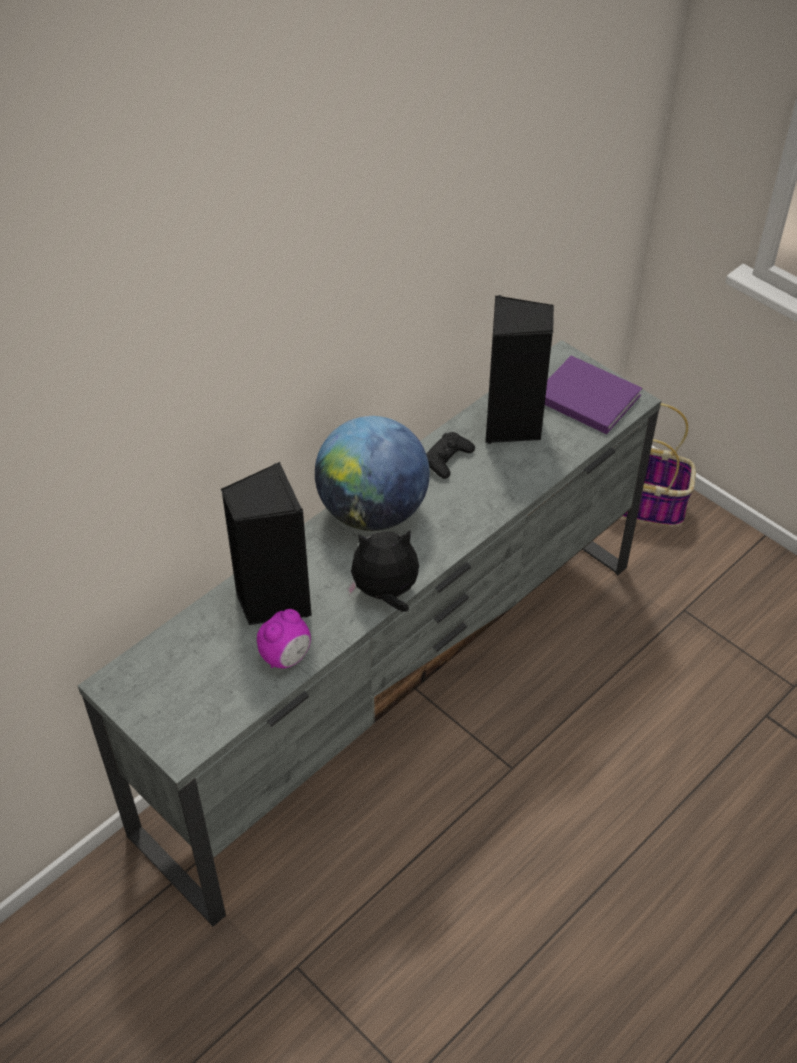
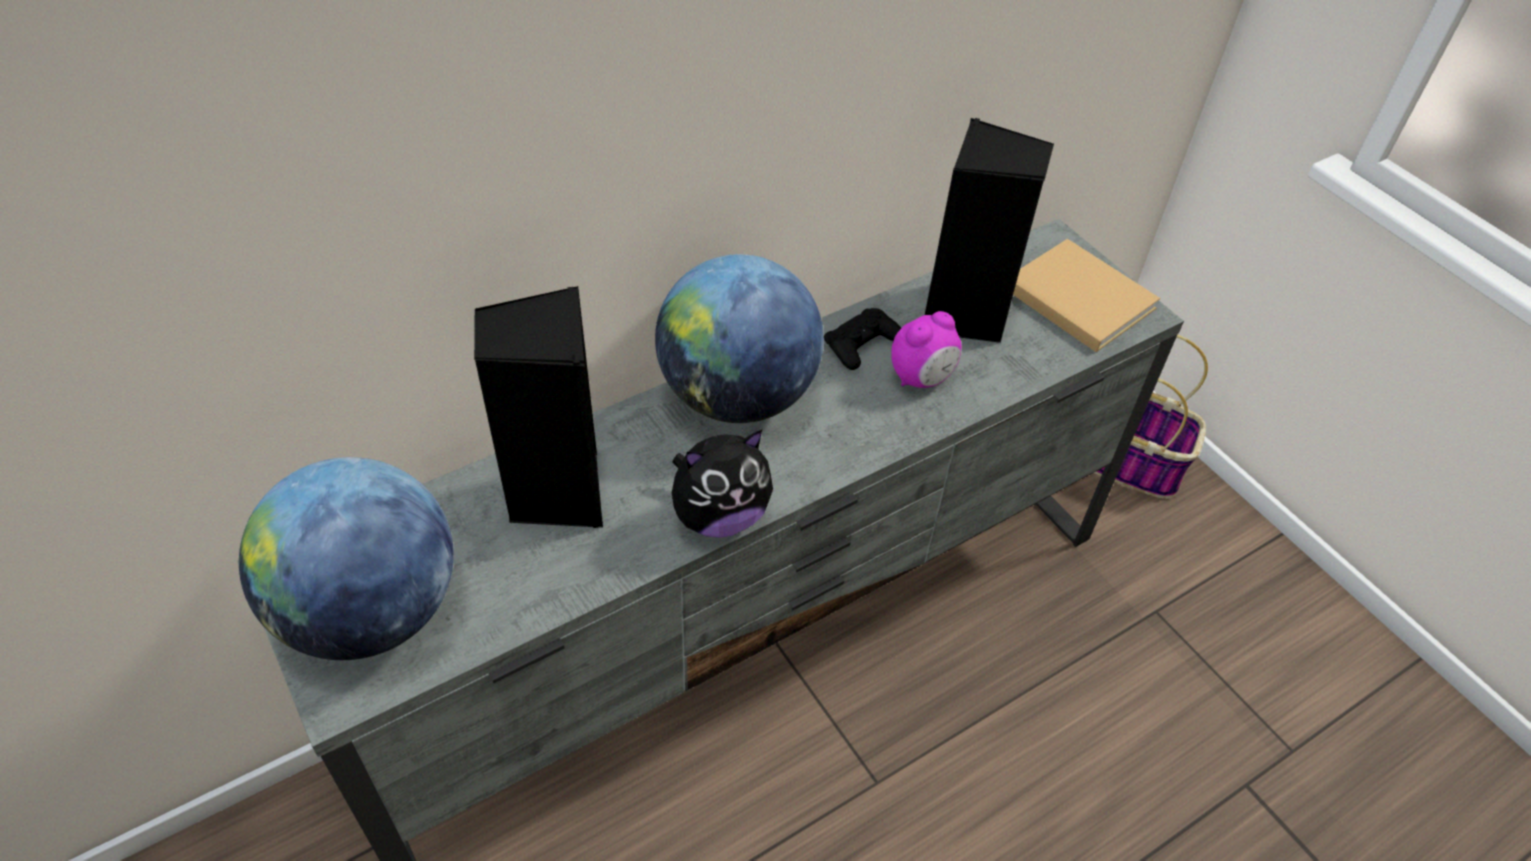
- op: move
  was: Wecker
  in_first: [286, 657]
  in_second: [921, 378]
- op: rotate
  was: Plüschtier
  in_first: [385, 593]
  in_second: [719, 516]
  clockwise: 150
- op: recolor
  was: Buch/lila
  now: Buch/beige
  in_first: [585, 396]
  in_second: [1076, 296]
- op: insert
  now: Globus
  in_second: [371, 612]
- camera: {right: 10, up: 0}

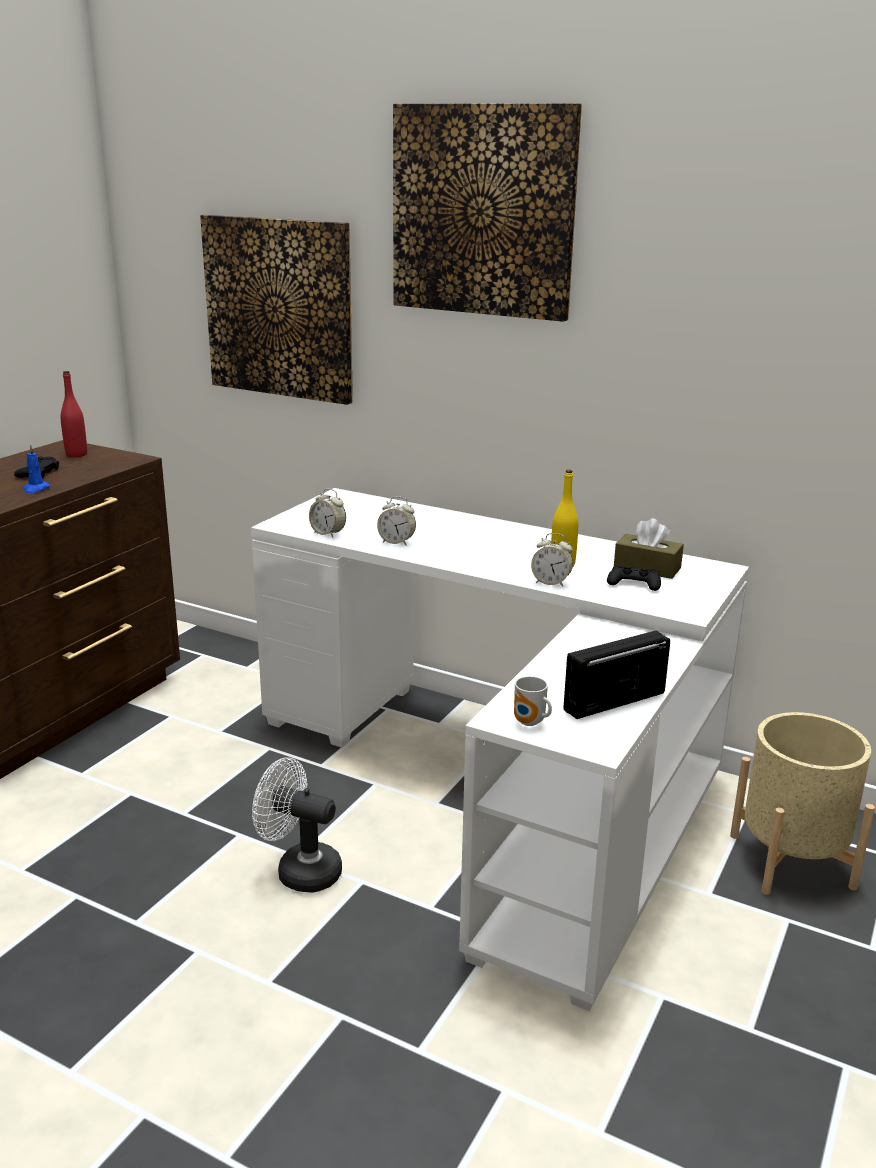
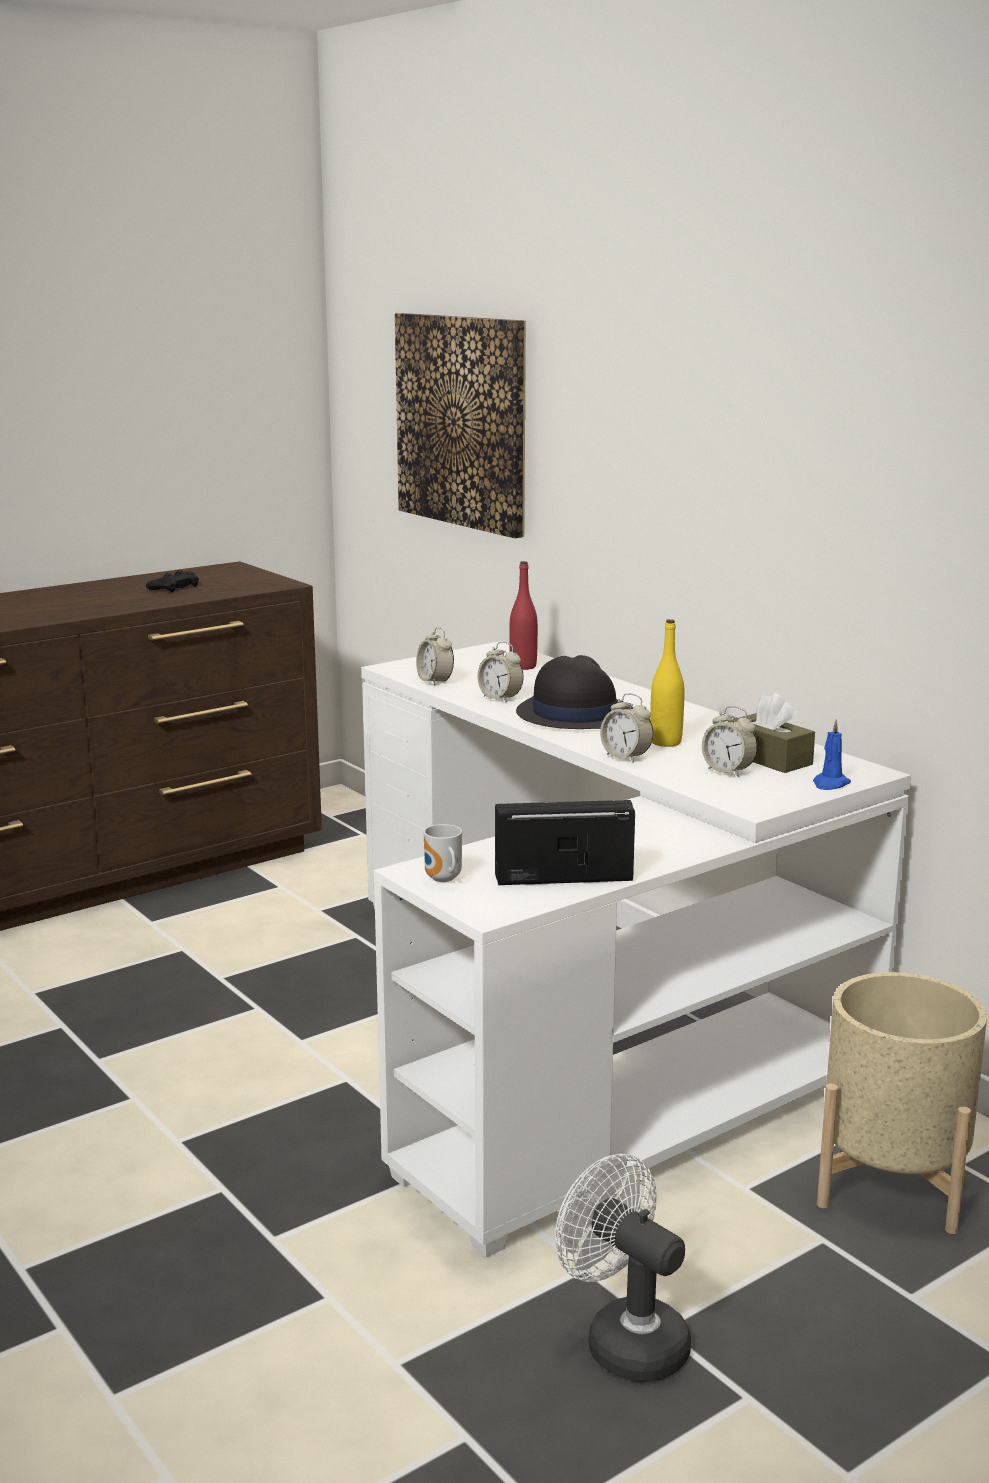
- op: move
  was: Kerze/blau
  in_first: [36, 489]
  in_second: [830, 784]
- op: move
  was: Flasche/rot
  in_first: [76, 454]
  in_second: [523, 666]
- op: move
  was: Ventilator/weiß
  in_first: [299, 870]
  in_second: [624, 1339]
- op: delete
  was: Bild
  in_first: [483, 211]
- op: replace
  was: Gamepad/schwarz
  now: Wecker
  in_first: [634, 583]
  in_second: [728, 771]
- op: insert
  now: Hut/schwarz
  in_second: [574, 714]
- camera: {right: 25, up: -5}

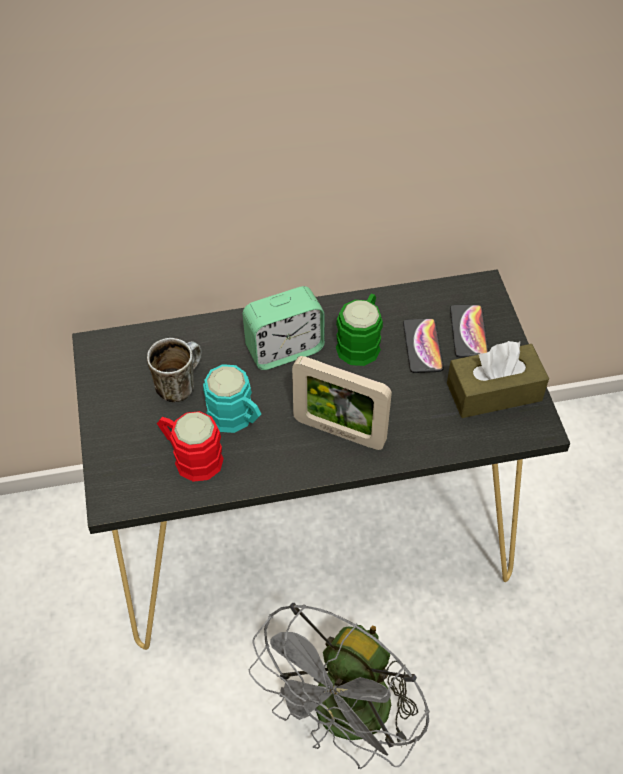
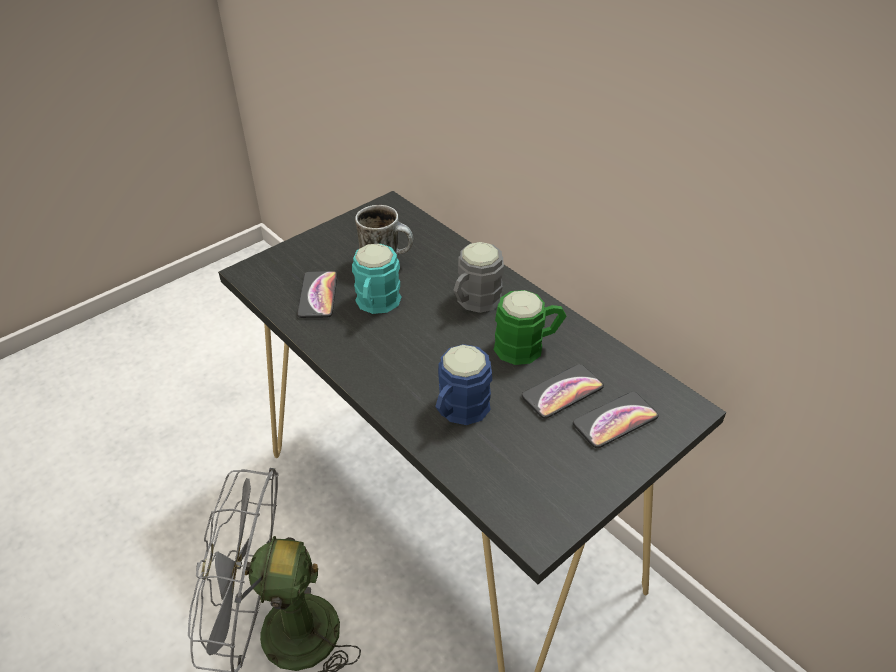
- op: replace
  was: Henkelbecher/rot
  now: Handy
  in_first: [191, 456]
  in_second: [318, 295]
- op: replace
  was: Wecker
  now: Henkelbecher/grau
  in_first: [284, 349]
  in_second: [474, 302]
- op: delete
  was: Bilderrahmen
  in_first: [339, 432]
- op: delete
  was: Taschentuchbox/braun
  in_first: [494, 392]
- op: insert
  now: Henkelbecher/blau
  in_second: [458, 411]
- camera: {right: 60, up: -10}

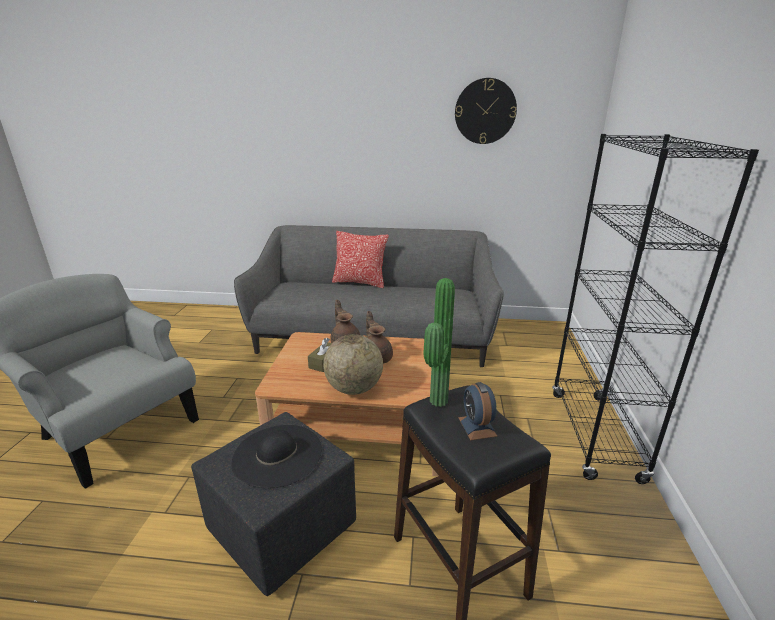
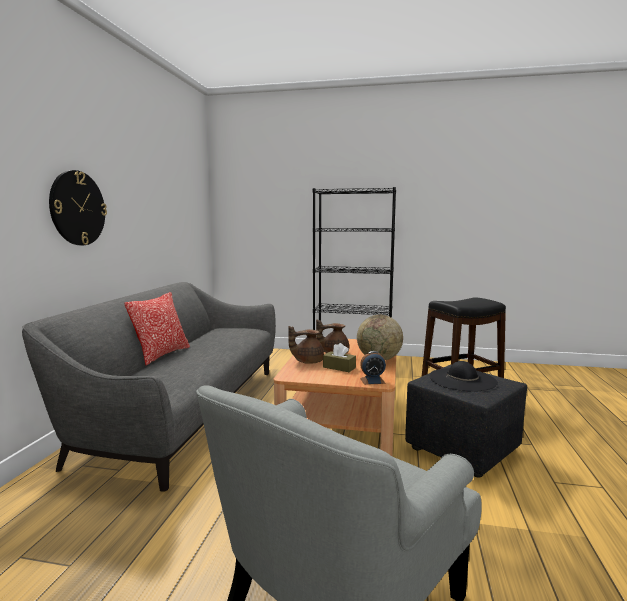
- op: delete
  was: Topfpflanze
  in_first: [435, 401]
- op: move
  was: Wanduhr
  in_first: [485, 111]
  in_second: [77, 208]
- op: move
  was: Wecker
  in_first: [477, 426]
  in_second: [372, 381]
- camera: {right: -85, up: -15}

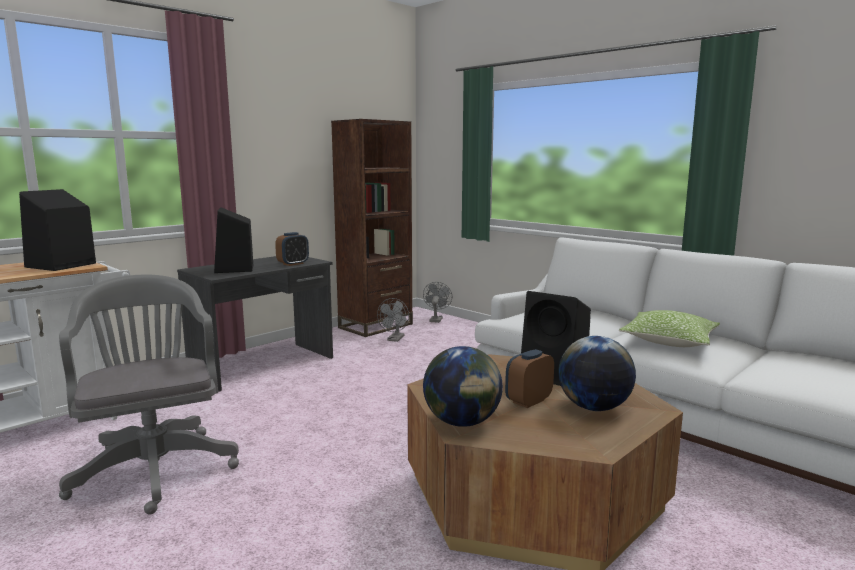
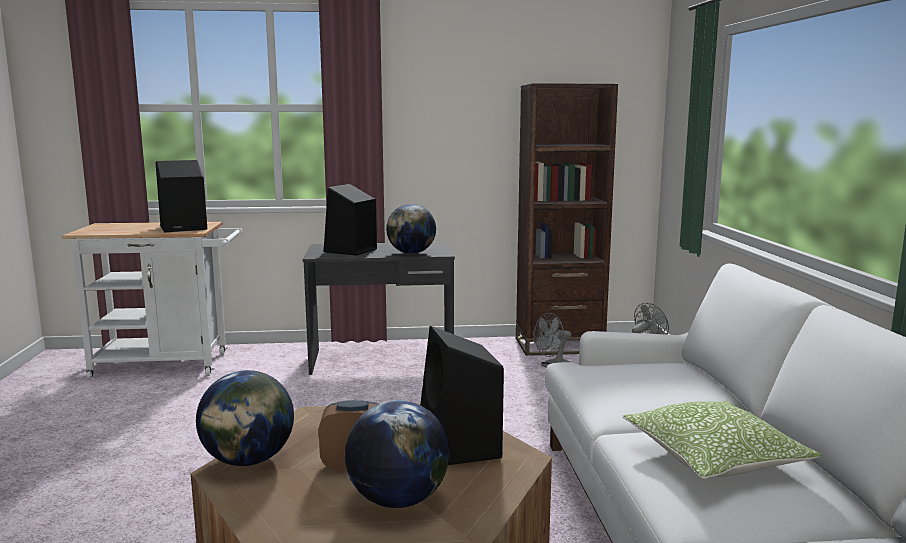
- op: delete
  was: Bürostuhl/grau
  in_first: [154, 466]
- op: replace
  was: Wecker
  now: Globus
  in_first: [293, 264]
  in_second: [411, 253]
- camera: {right: 40, up: 0}

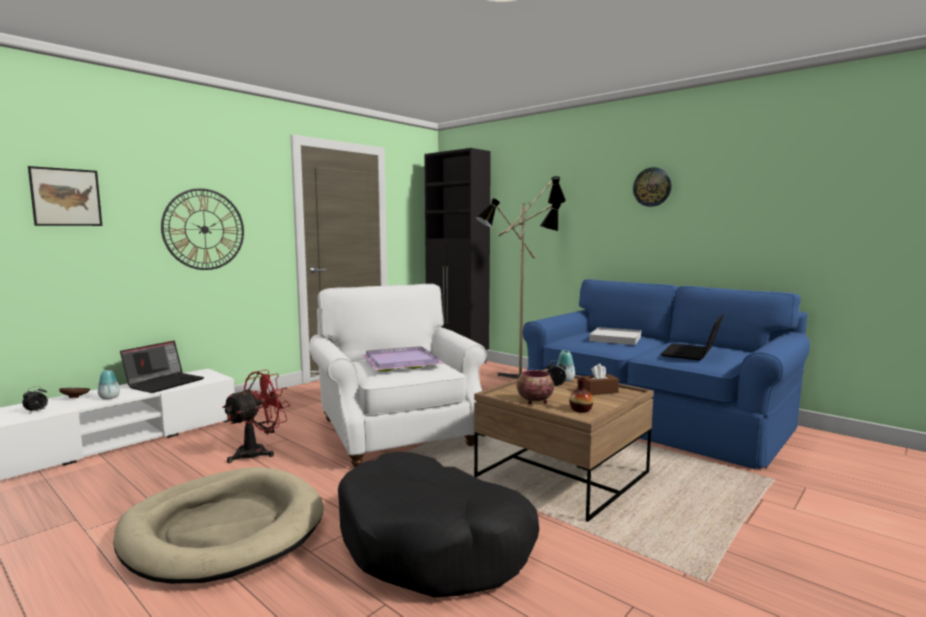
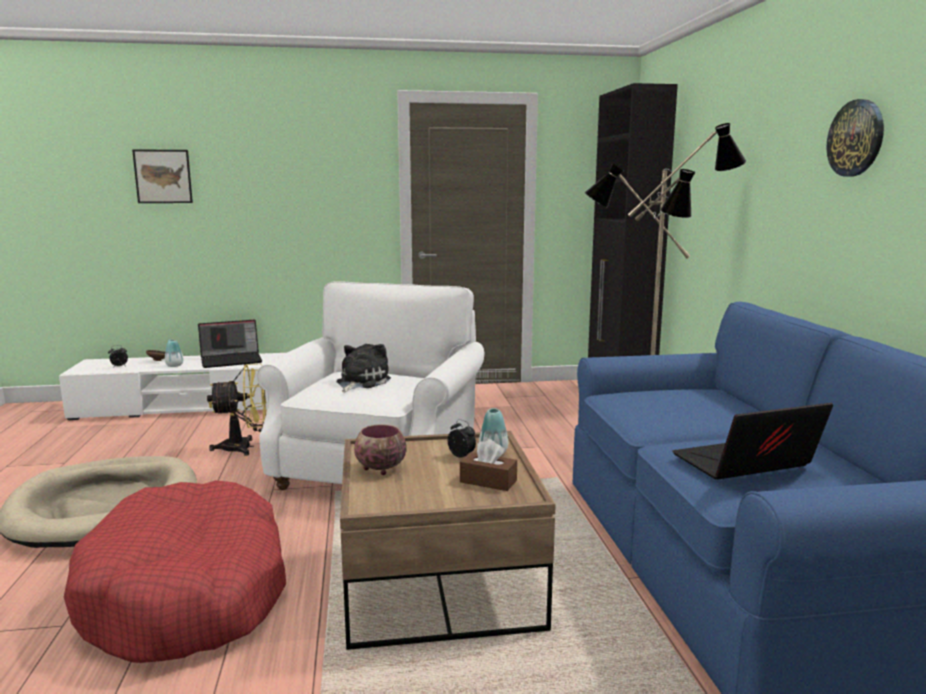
- op: delete
  was: Wanduhr
  in_first: [204, 229]
- op: recolor
  was: Ventilator/rot
  now: Ventilator/gelb
  in_first: [258, 452]
  in_second: [245, 447]
- op: recolor
  was: Hundebett/schwarz
  now: Hundebett/rot
  in_first: [433, 543]
  in_second: [188, 593]
- op: replace
  was: Tablett/lila
  now: Plüschtier
  in_first: [400, 362]
  in_second: [360, 382]
- op: delete
  was: Vase
  in_first: [580, 410]
- op: delete
  was: Tablett/weiß
  in_first: [615, 339]
- camera: {right: 40, up: 5}

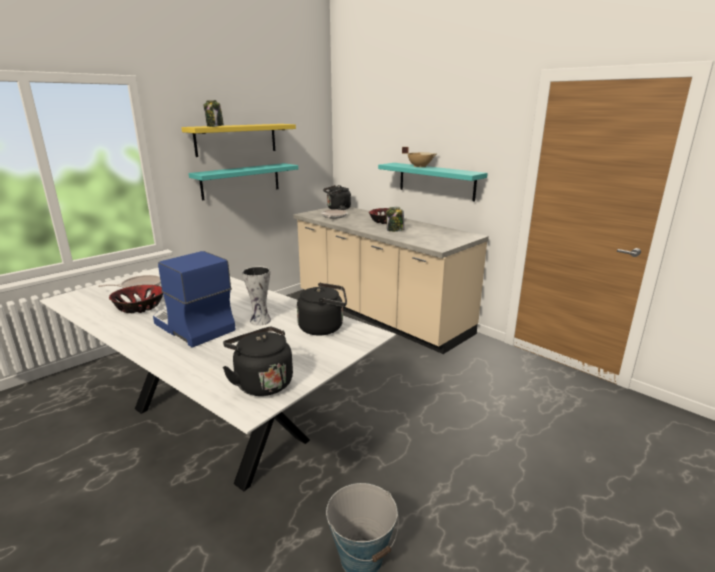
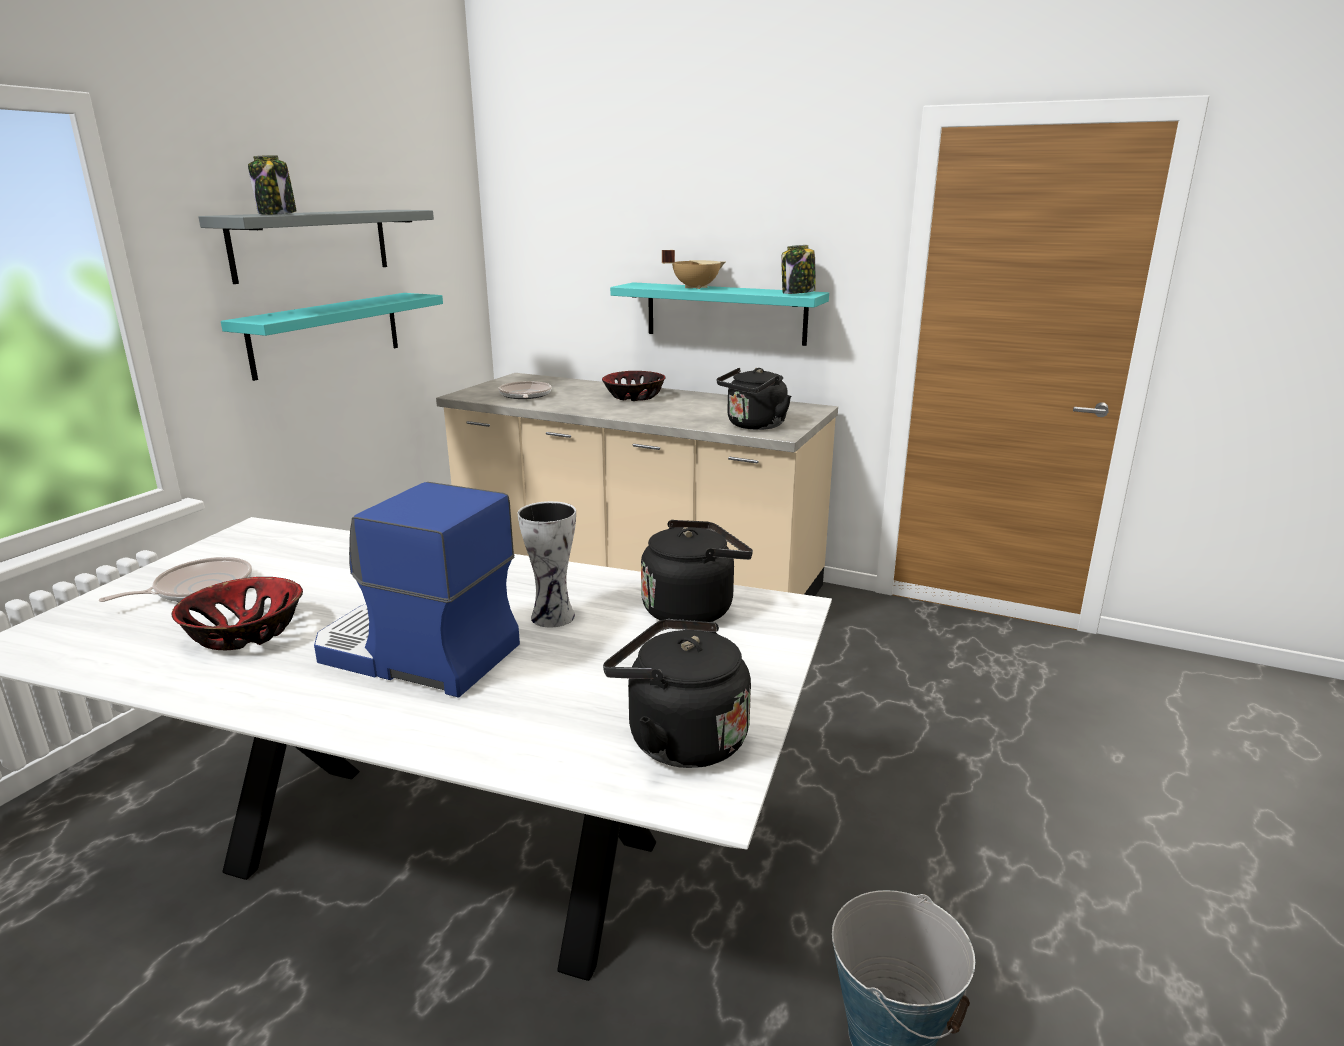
- op: recolor
  was: Wandregal/gelb
  now: Wandregal/grau
  in_first: [236, 139]
  in_second: [312, 243]
- op: move
  was: Wasserkessel/schwarz
  in_first: [337, 209]
  in_second: [753, 426]
- op: move
  was: Vorratsglas
  in_first: [395, 230]
  in_second: [798, 293]
- camera: {right: -20, up: 0}

